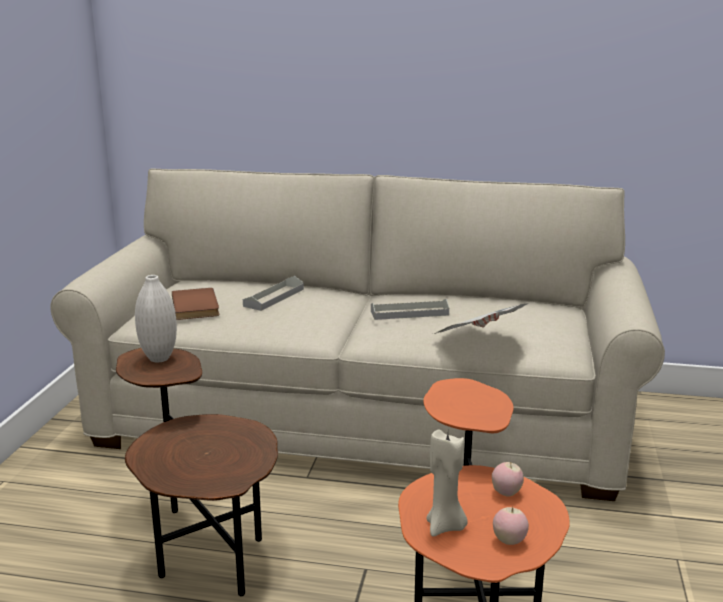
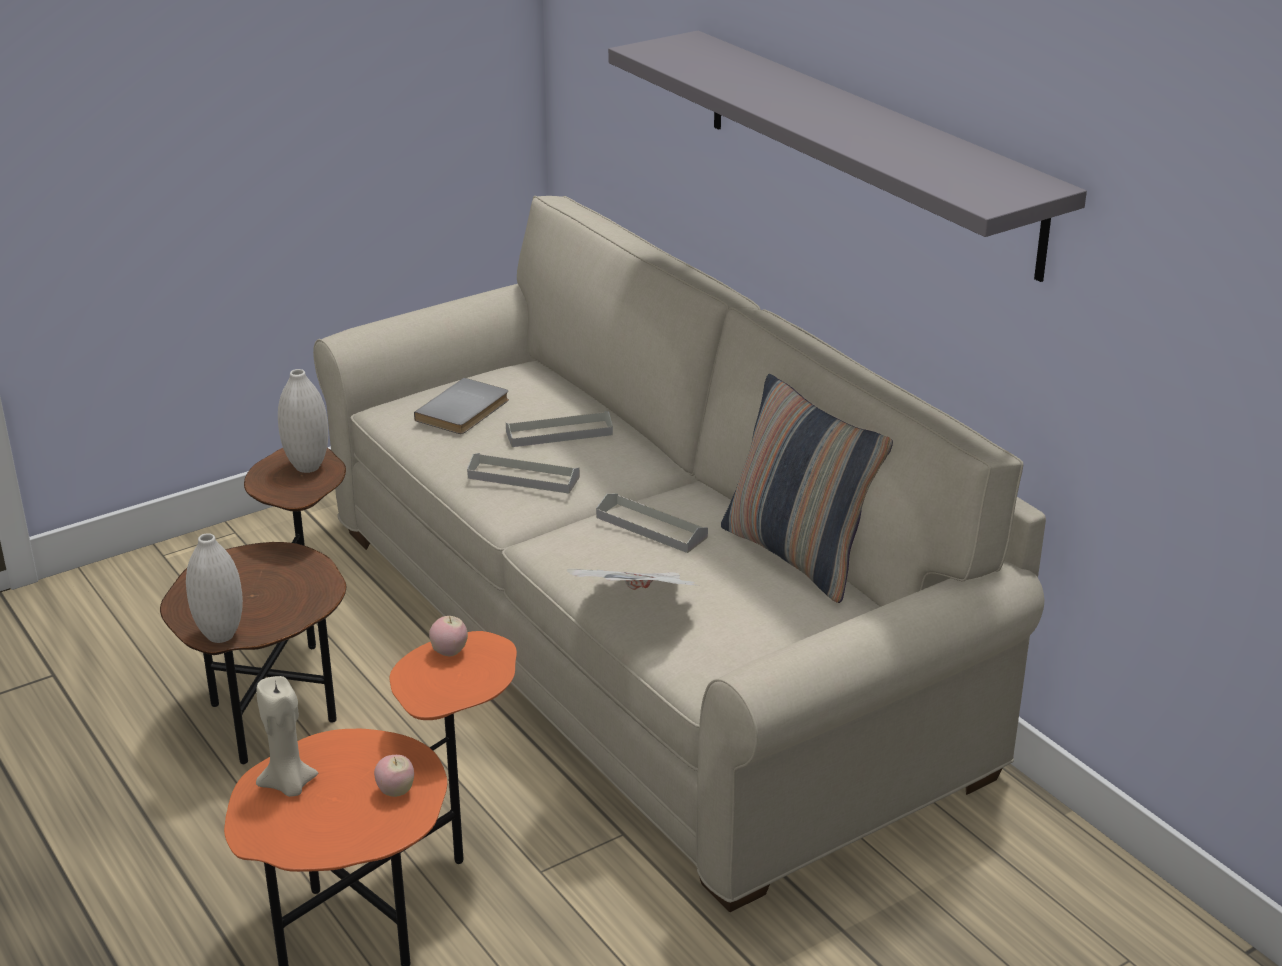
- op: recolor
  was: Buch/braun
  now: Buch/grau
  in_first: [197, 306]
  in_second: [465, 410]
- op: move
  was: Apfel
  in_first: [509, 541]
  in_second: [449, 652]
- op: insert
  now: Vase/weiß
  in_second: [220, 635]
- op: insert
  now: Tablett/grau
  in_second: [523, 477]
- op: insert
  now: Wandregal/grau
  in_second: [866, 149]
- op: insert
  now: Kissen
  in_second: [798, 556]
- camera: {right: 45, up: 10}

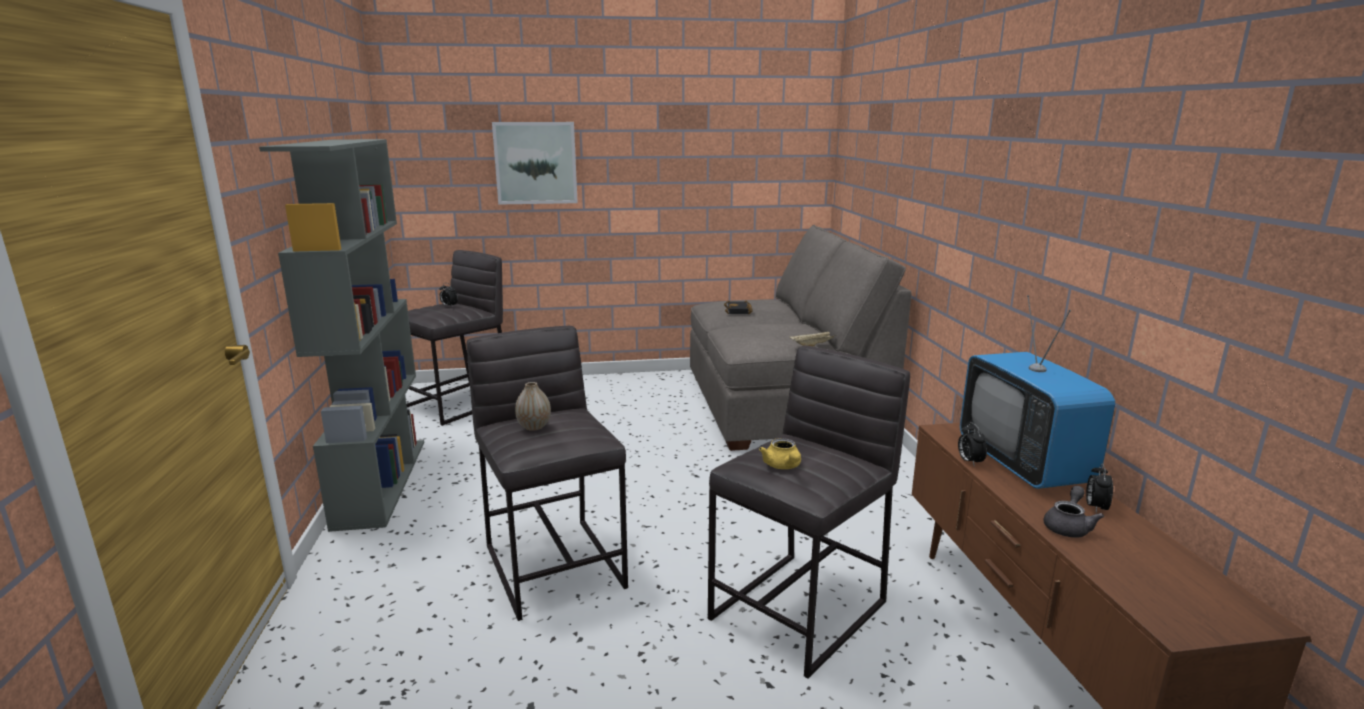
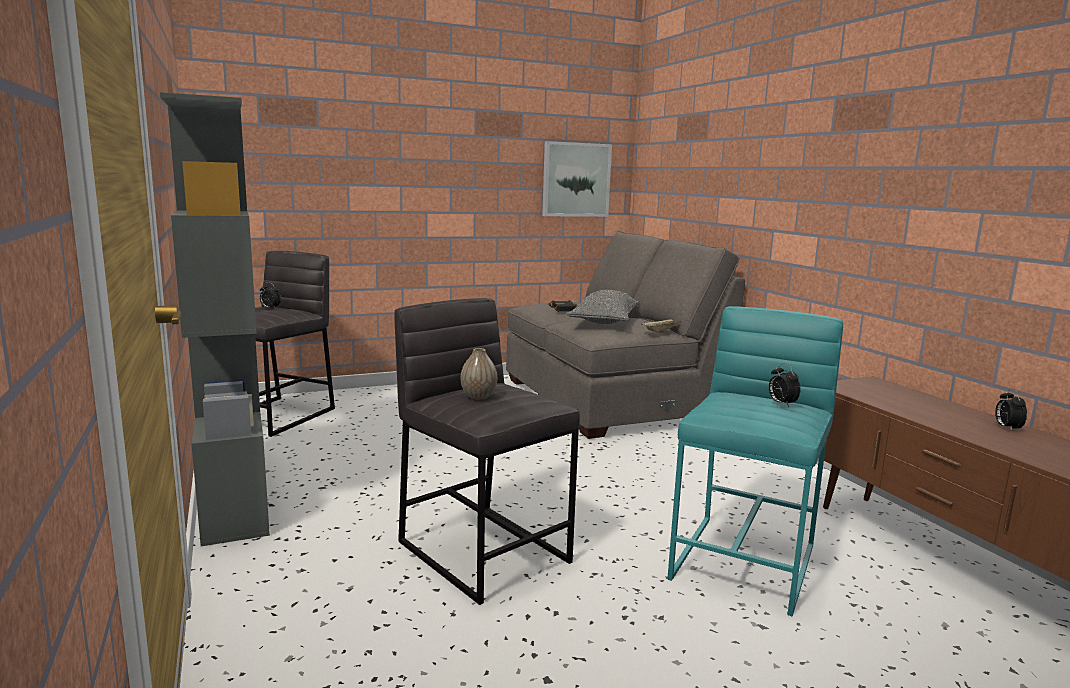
- op: move
  was: Bild
  in_first: [536, 163]
  in_second: [576, 180]
- op: recolor
  was: Hocker/grau
  now: Hocker/türkis
  in_first: [800, 610]
  in_second: [746, 562]
- op: delete
  was: Teekanne/gelb
  in_first: [783, 466]
- op: move
  was: Wecker
  in_first: [969, 462]
  in_second: [781, 404]
- op: delete
  was: Fernseher
  in_first: [1023, 463]
- op: delete
  was: Teekanne/grau
  in_first: [1068, 526]
- op: insert
  now: Kissen/grau
  in_second: [605, 321]
- camera: {right: -15, up: -5}

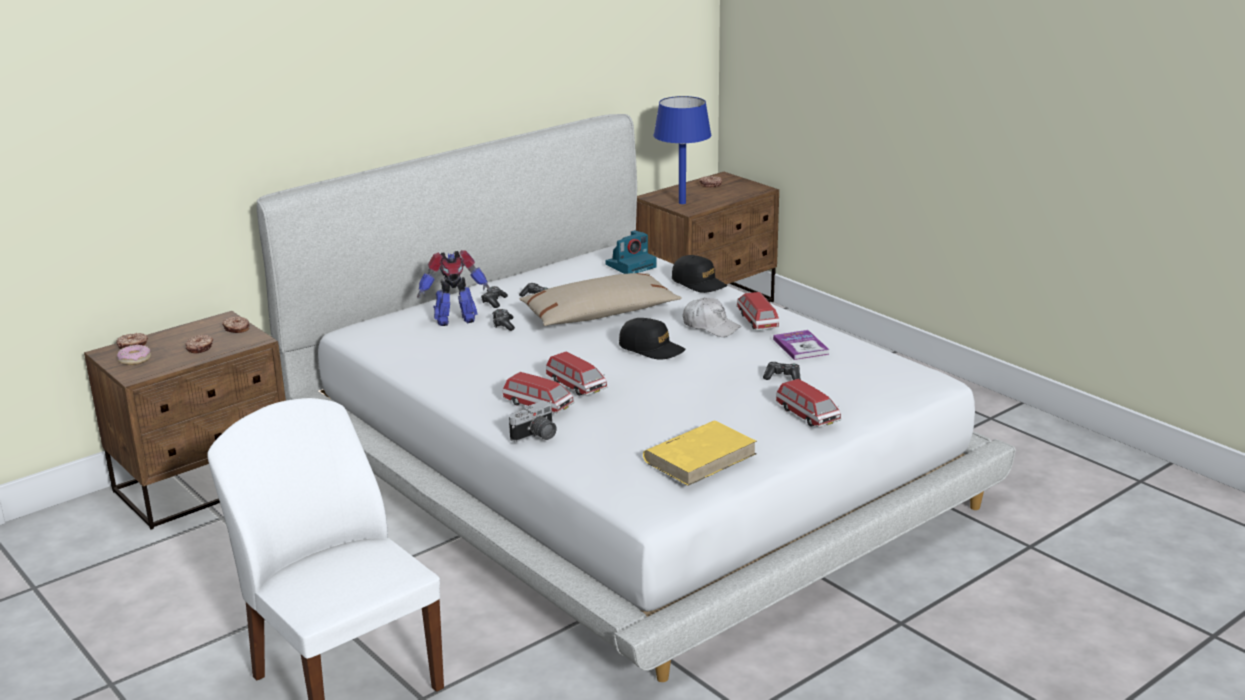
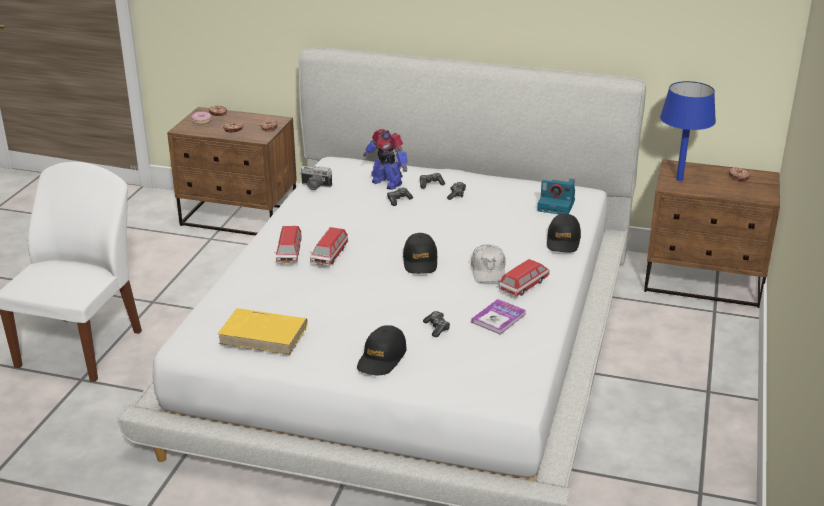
- op: move
  was: Kamera
  in_first: [536, 436]
  in_second: [314, 186]
- op: delete
  was: Kissen/beige
  in_first: [599, 314]
- op: replace
  was: Spielzeugauto
  now: Kappe/schwarz
  in_first: [807, 415]
  in_second: [382, 358]
- camera: {right: 55, up: 5}

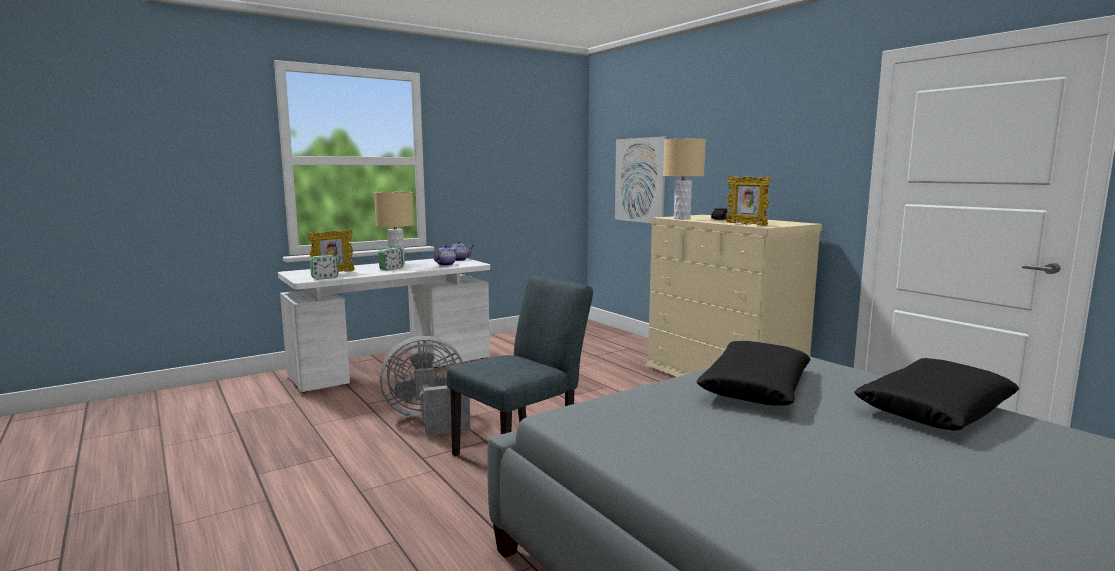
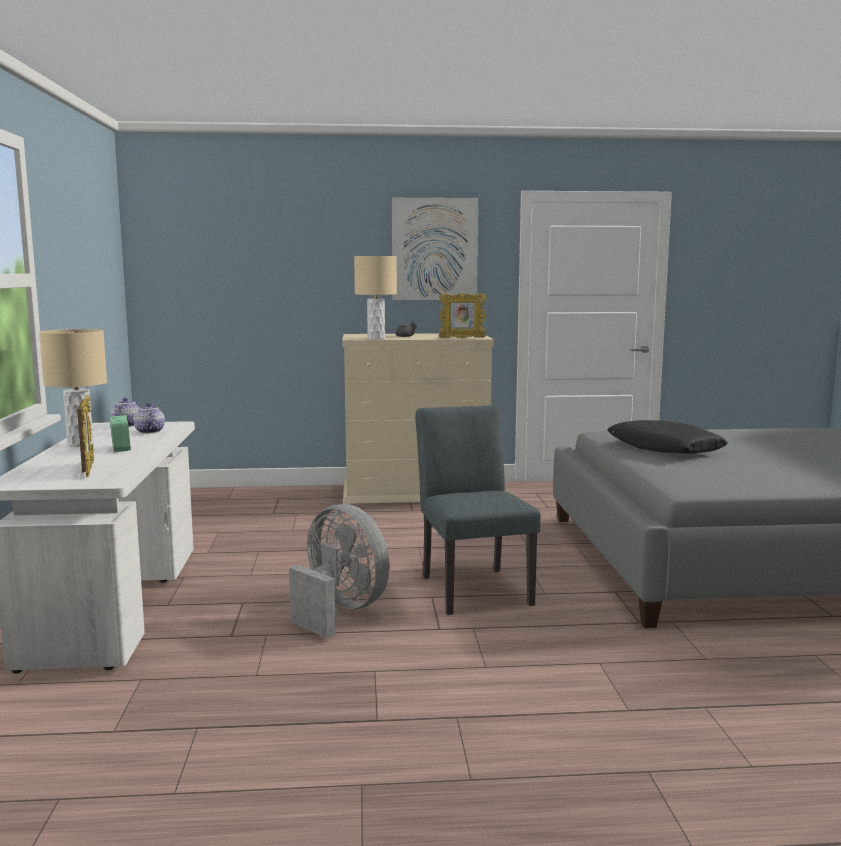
- op: delete
  was: Wecker
  in_first: [324, 278]
- op: rotate
  was: Ventilator/grau
  in_first: [428, 420]
  in_second: [340, 611]
  clockwise: 120
- op: move
  was: Bild
  in_first: [639, 180]
  in_second: [434, 249]
- op: delete
  was: Kissen/schwarz
  in_first: [934, 409]
- camera: {right: -60, up: 0}

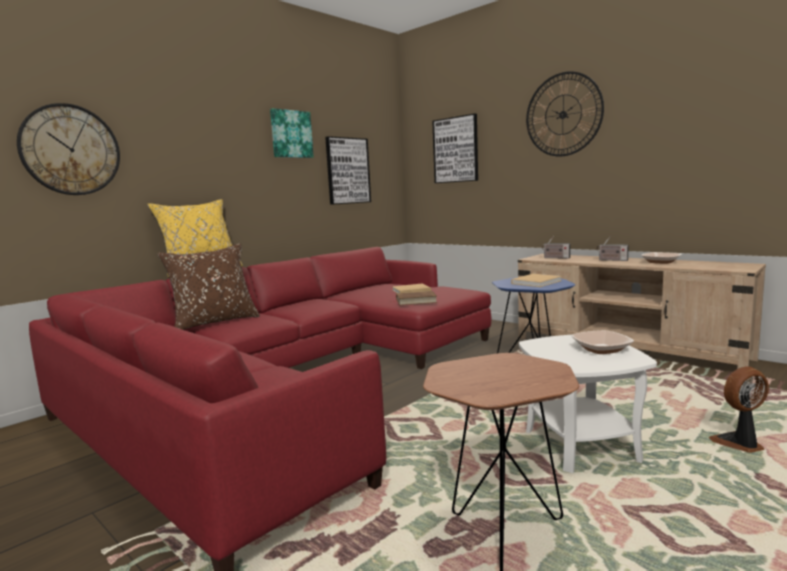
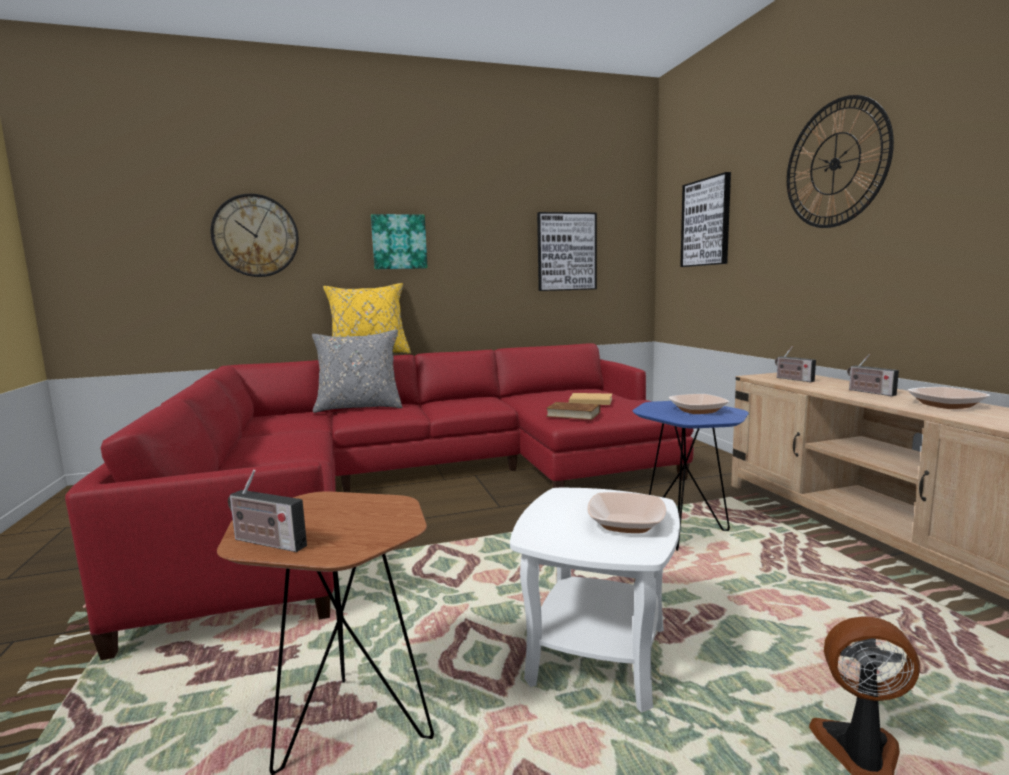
- op: recolor
  was: Kissen/braun
  now: Kissen/grau
  in_first: [214, 322]
  in_second: [359, 408]
- op: move
  was: Bild
  in_first: [291, 134]
  in_second: [399, 242]
- op: replace
  was: Buch/beige
  now: Schüssel
  in_first: [537, 282]
  in_second: [697, 410]
- op: insert
  now: Radio
  in_second: [266, 542]
- camera: {right: 30, up: 0}

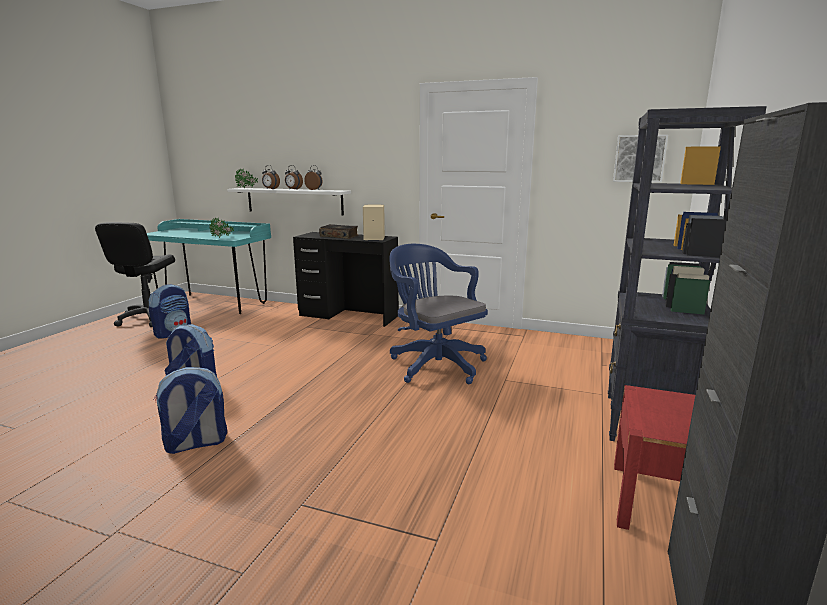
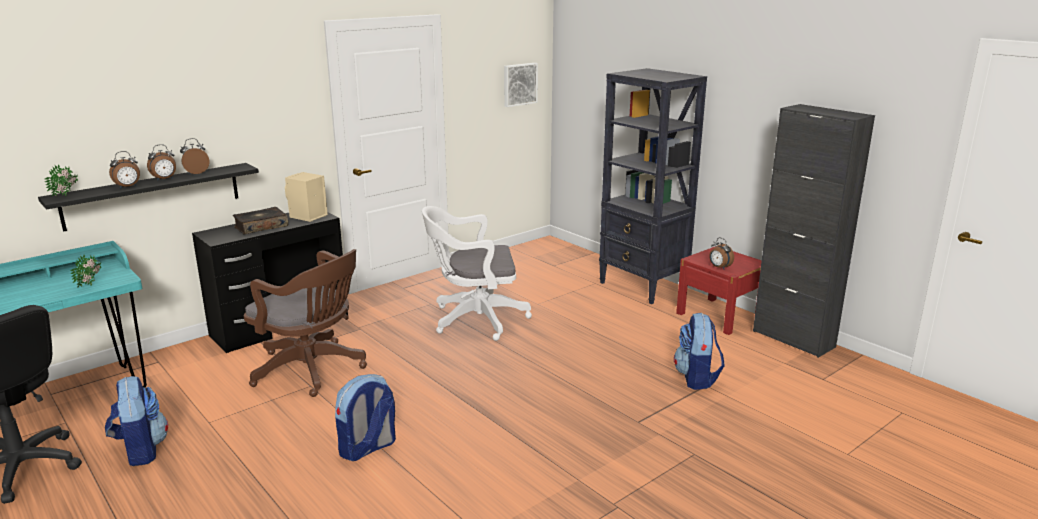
- op: move
  was: Rucksack
  in_first: [195, 444]
  in_second: [697, 378]
- op: recolor
  was: Wandregal/weiß
  now: Wandregal/schwarz
  in_first: [294, 201]
  in_second: [153, 196]
- op: recolor
  was: Bürostuhl/blau
  now: Bürostuhl/weiß
  in_first: [434, 364]
  in_second: [474, 319]
- op: insert
  now: Bürostuhl/braun
  in_second: [312, 370]
- op: insert
  now: Wecker
  in_second: [719, 267]
- camera: {right: -60, up: 5}

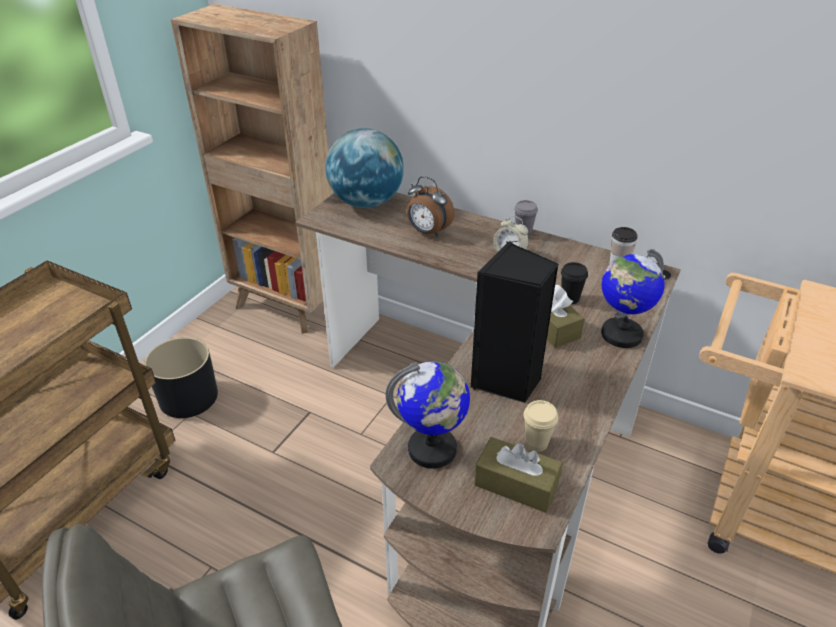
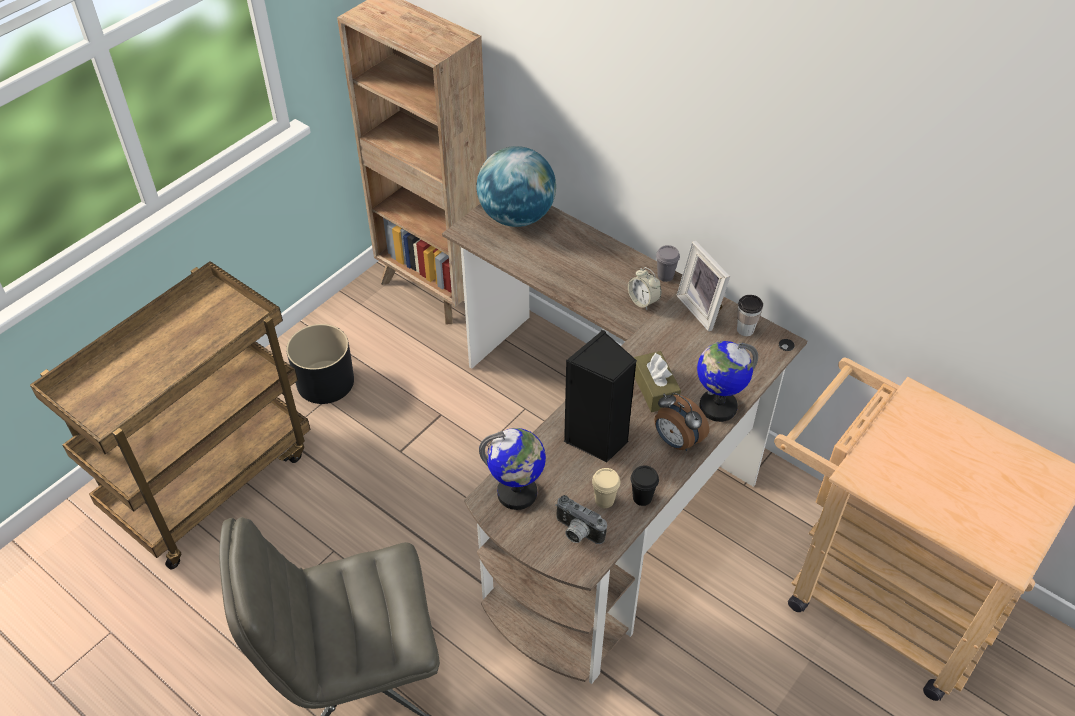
- op: move
  was: Wecker
  in_first: [428, 232]
  in_second: [676, 441]
- op: replace
  was: Taschentuchbox/braun
  now: Kamera
  in_first: [516, 484]
  in_second: [576, 533]
- op: move
  was: Tasse/schwarz
  in_first: [570, 298]
  in_second: [642, 498]
- op: insert
  now: Bilderrahmen
  in_second: [703, 309]
- camera: {right: 10, up: 10}

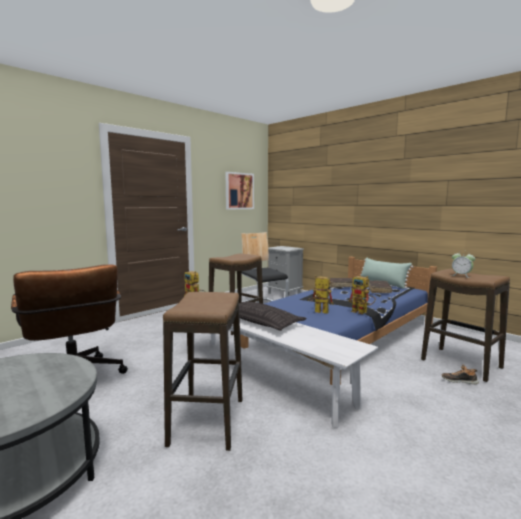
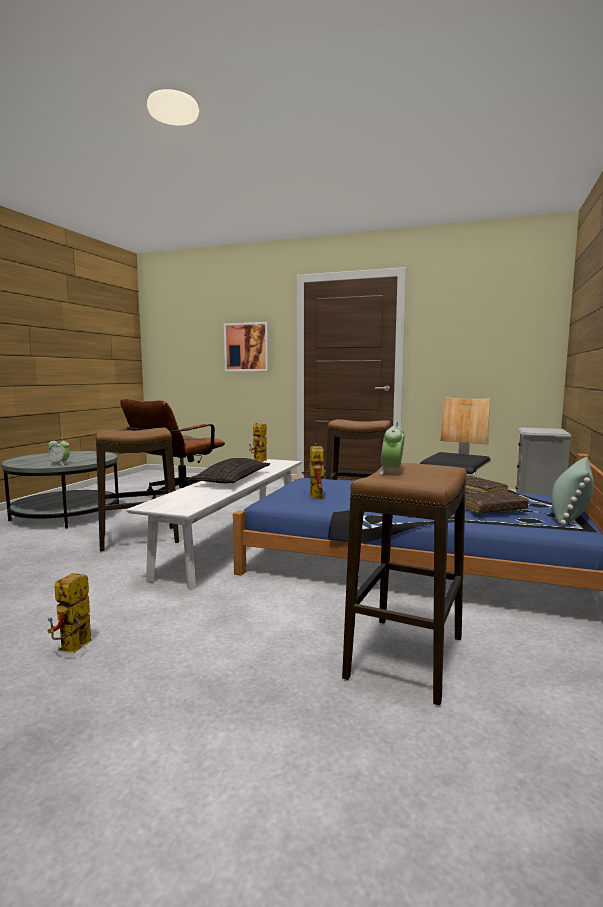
- op: move
  was: Bild
  in_first: [239, 191]
  in_second: [247, 347]
- op: move
  was: Spielzeugroboter
  in_first: [362, 312]
  in_second: [73, 649]
- op: delete
  was: Schuh
  in_first: [459, 380]
- op: insert
  now: Wecker
  in_second: [59, 464]
- camera: {right: 65, up: 0}

